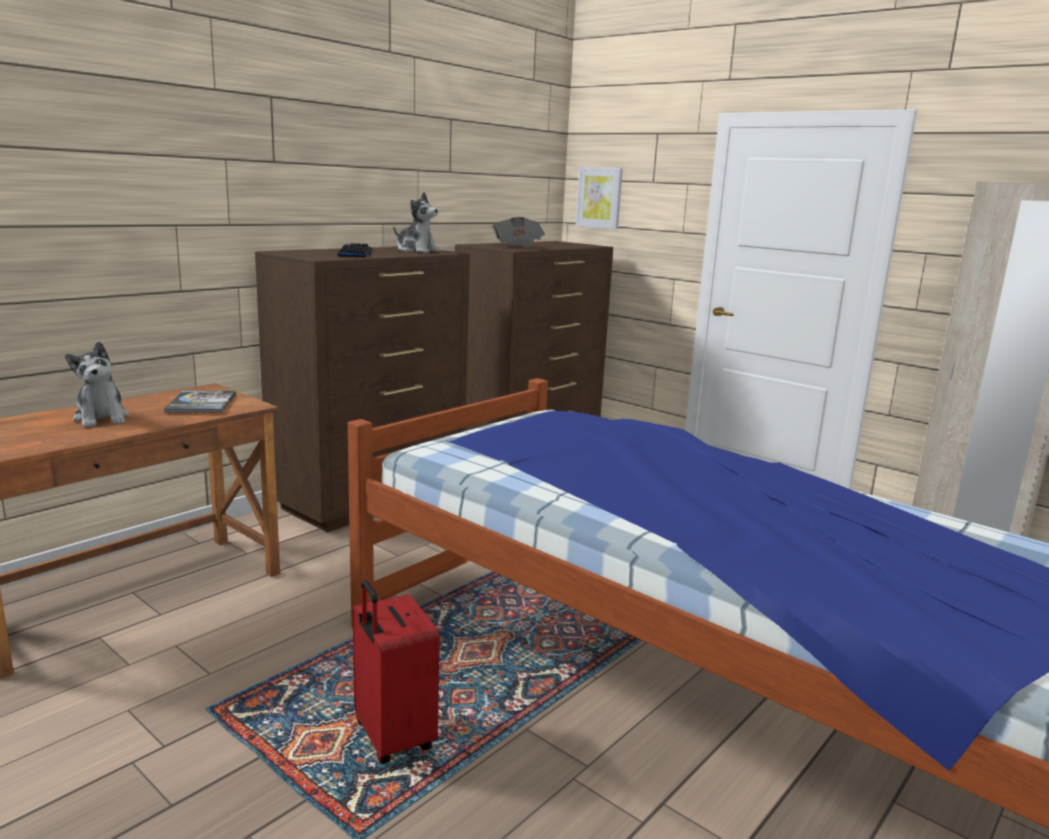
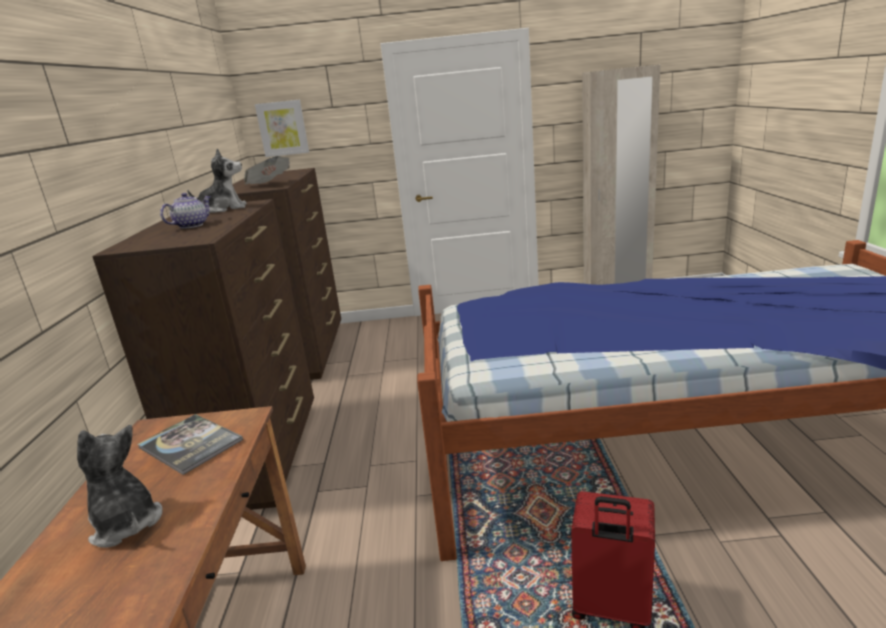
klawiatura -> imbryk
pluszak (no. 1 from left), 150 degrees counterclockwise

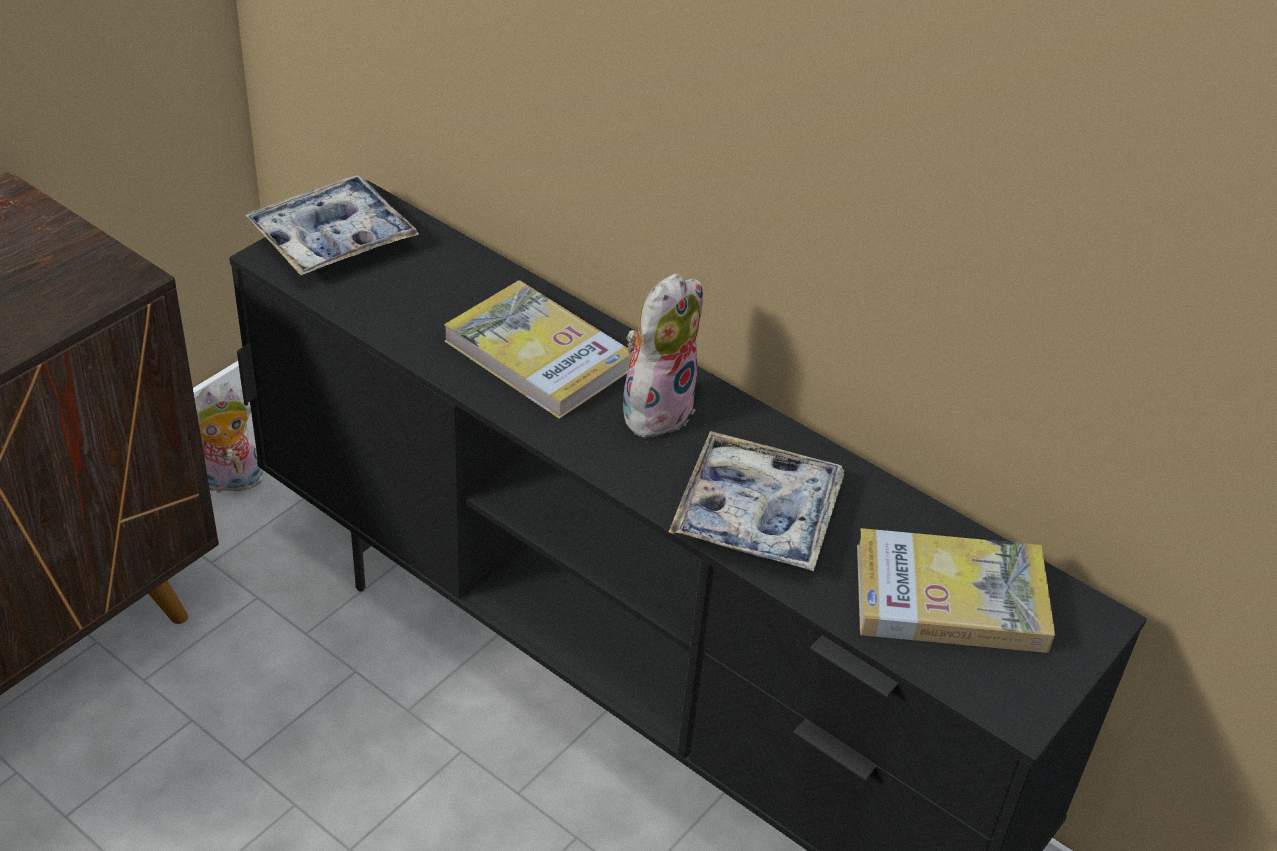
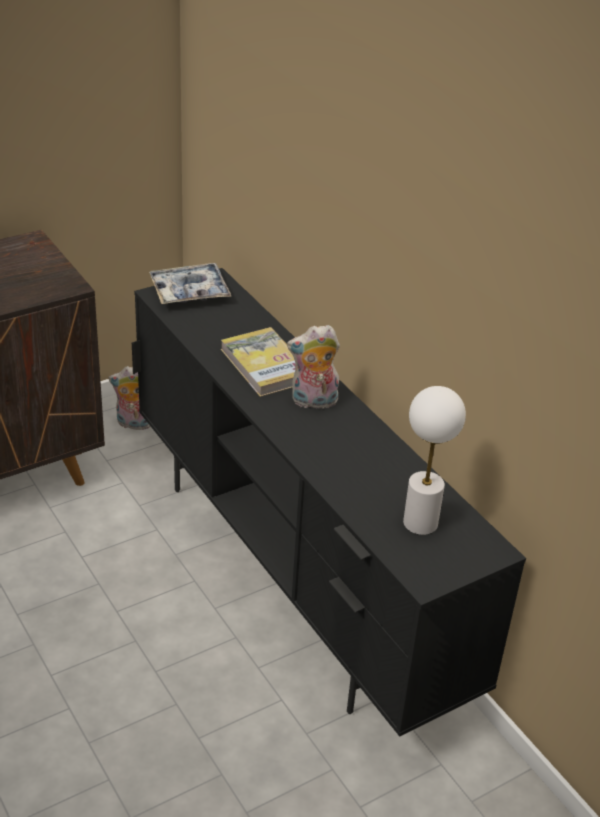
taca (no. 2 from left) -> none
książka (no. 2 from left) -> lampa stołowa (biały)
pluszak (no. 2 from left), 150 degrees counterclockwise

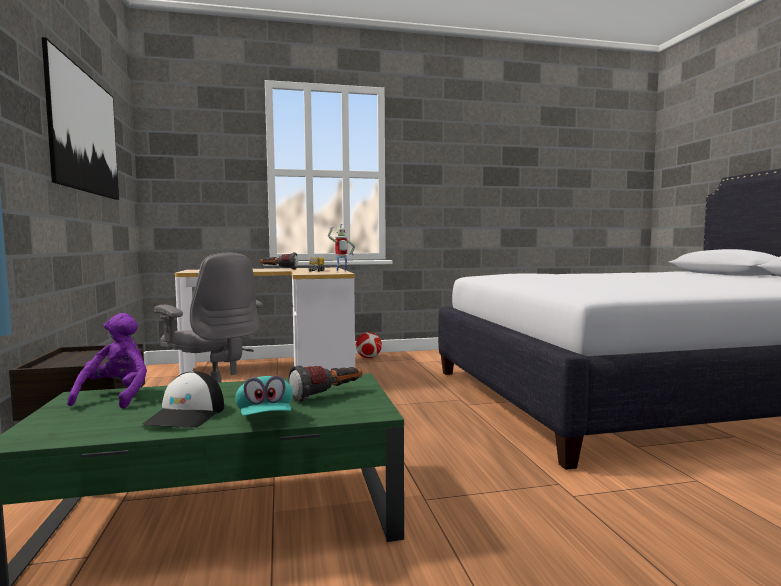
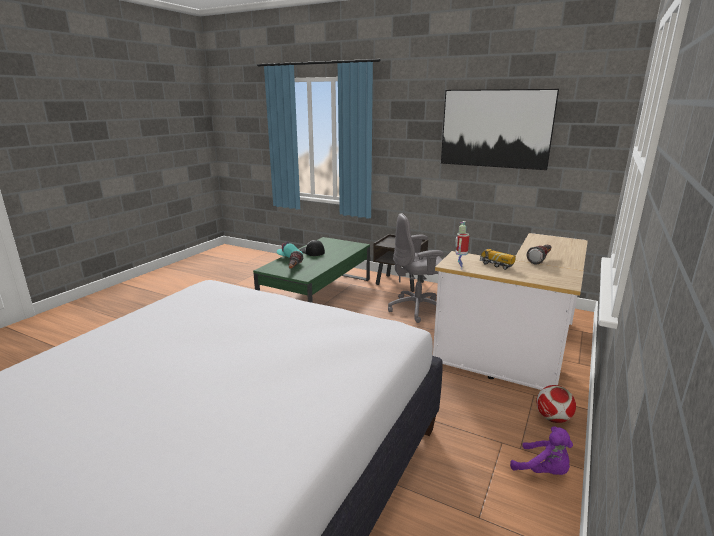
pluszak (fioletowy), relocated

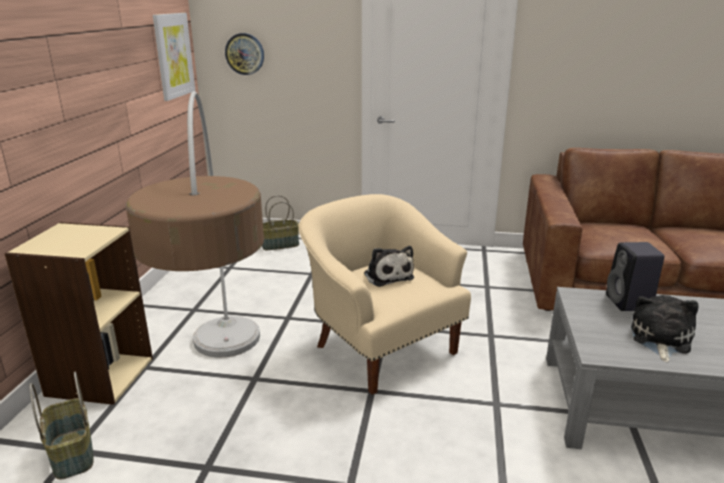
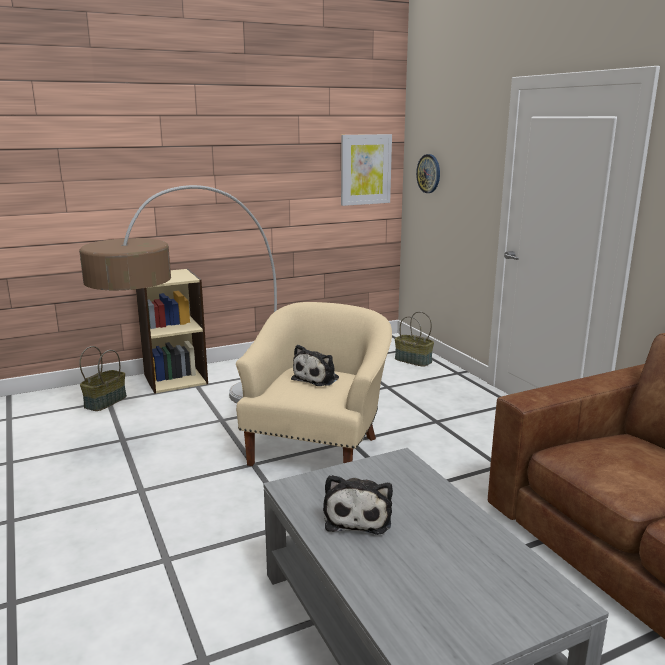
głośnik (czarny) -> none
pluszak (no. 2 from left), 105 degrees clockwise

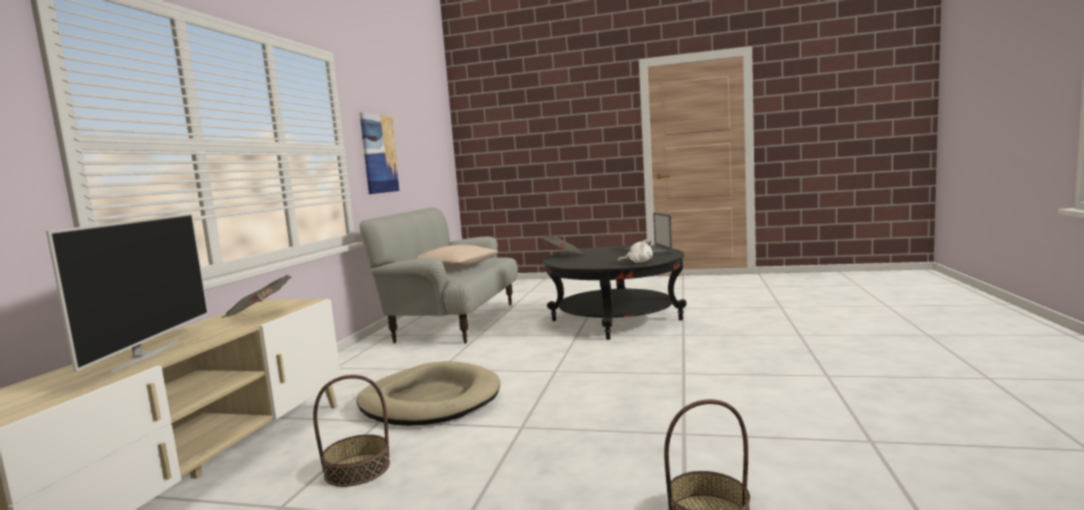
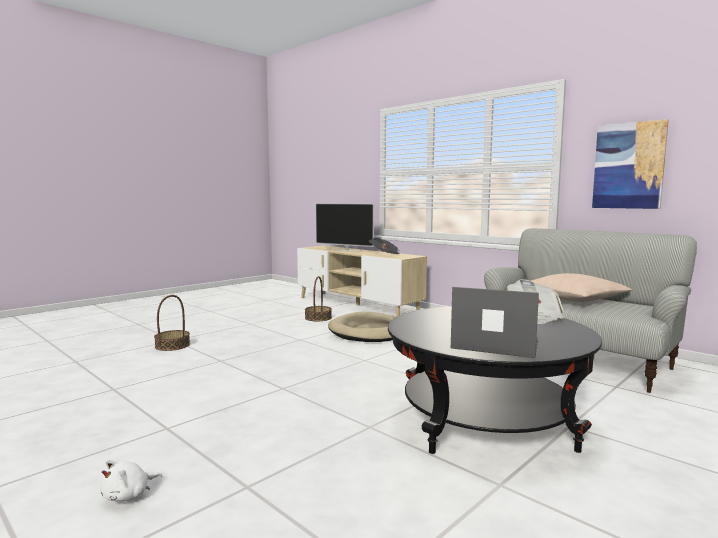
pluszak (biały), relocated

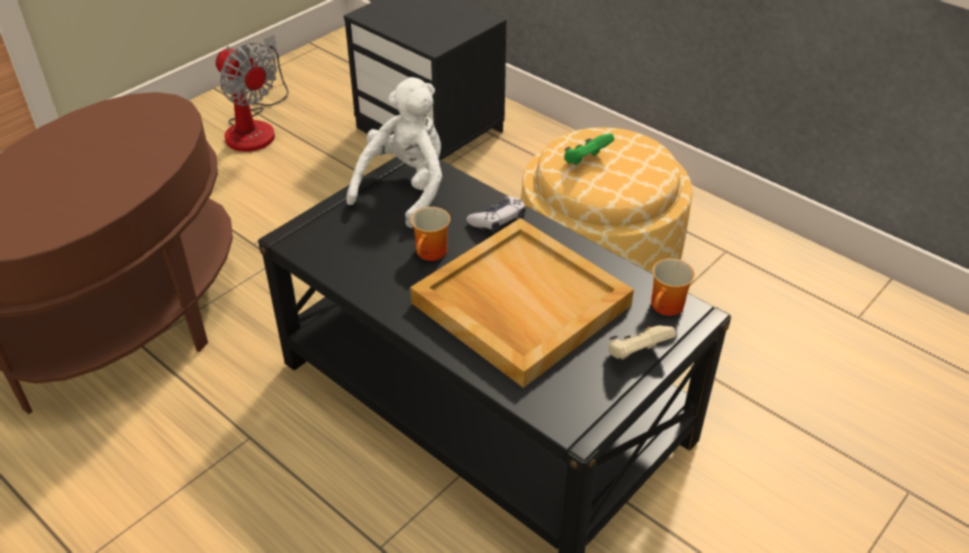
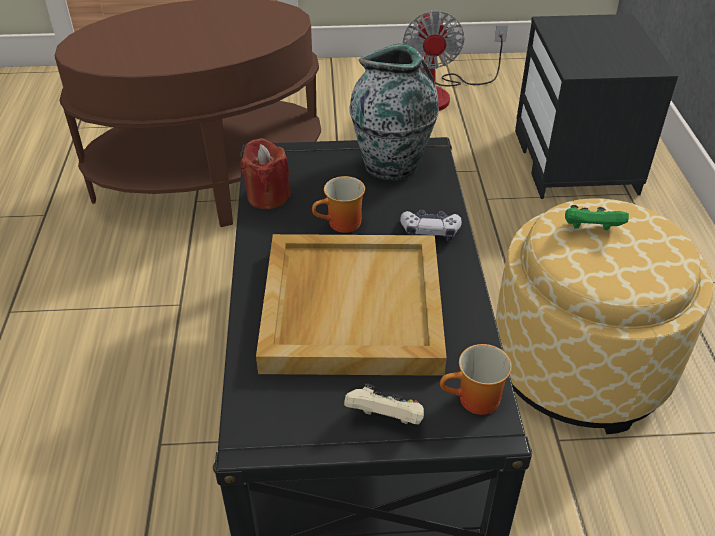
none -> świeca (czerwony)
pluszak (biały) -> wazon

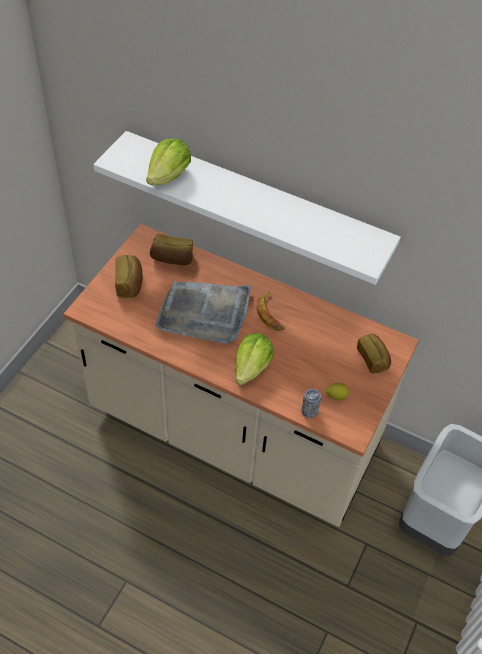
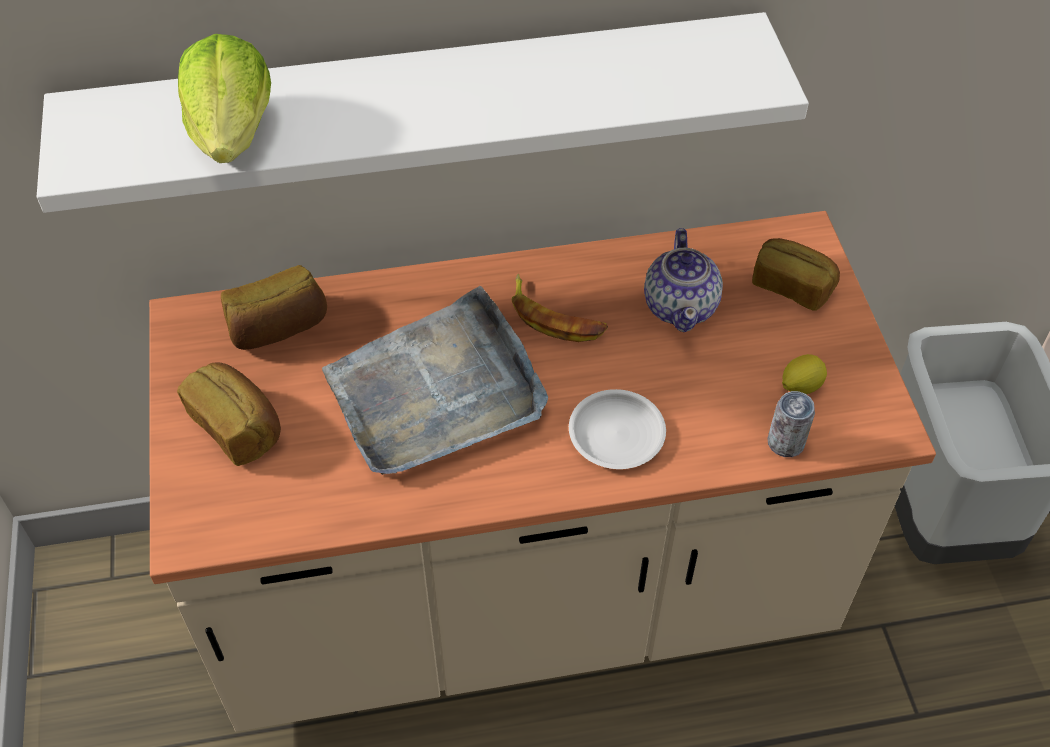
none -> imbryk
sałata (no. 2 from left) -> talerz (biały)

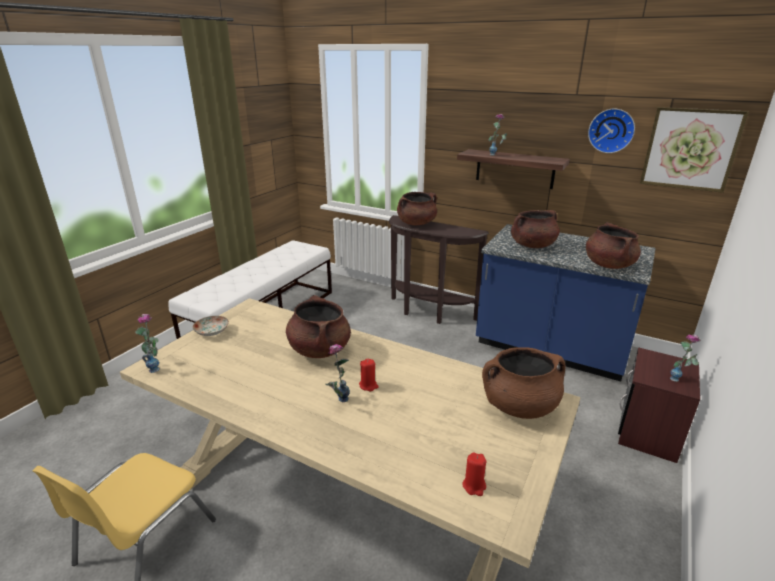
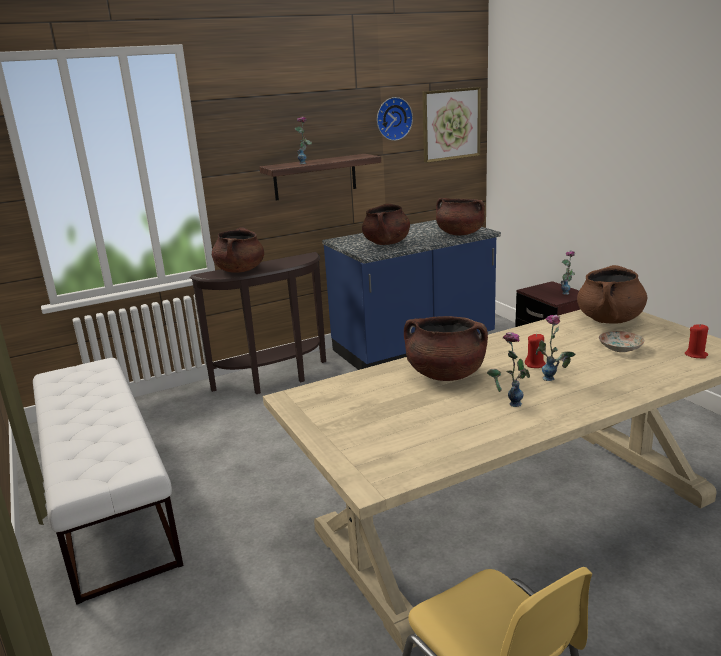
wazon (no. 1 from left in the first image) -> wazon (no. 2 from left), relocated
talerz, relocated

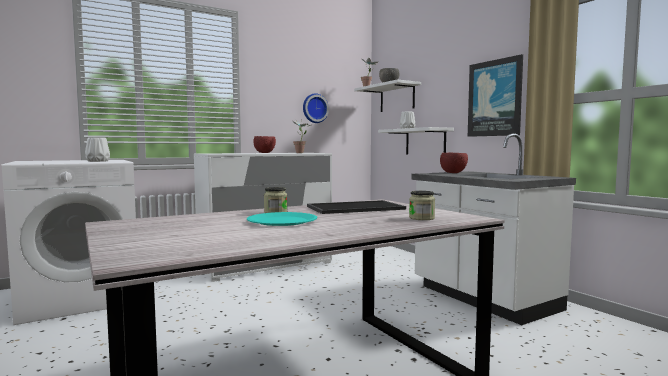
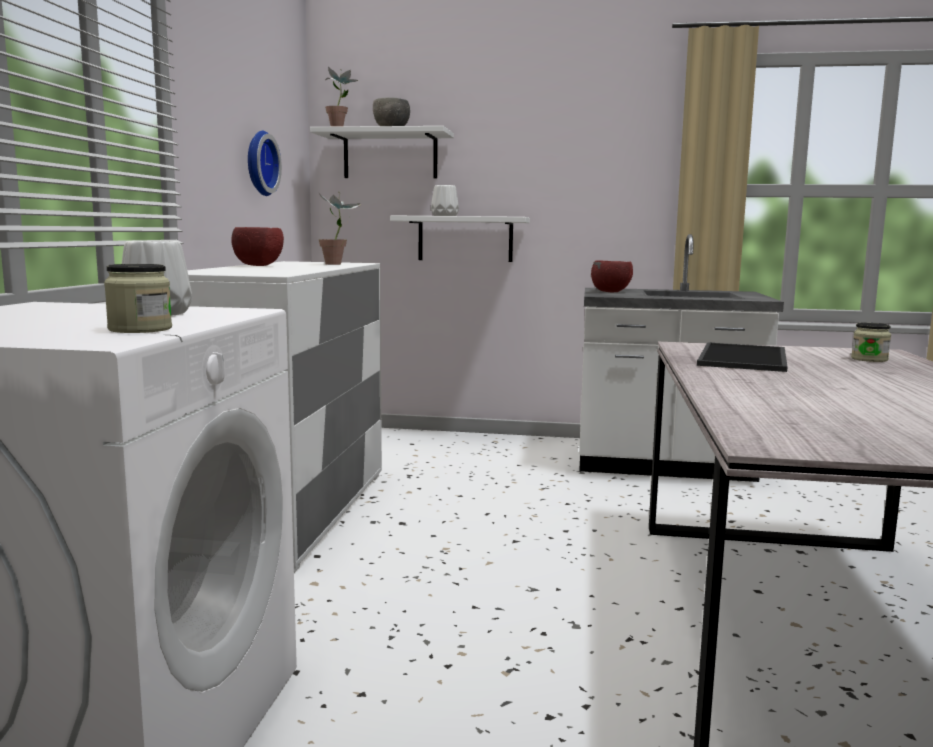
talerz (turkusowy) -> none
obraz -> none
słoik (no. 1 from left), relocated

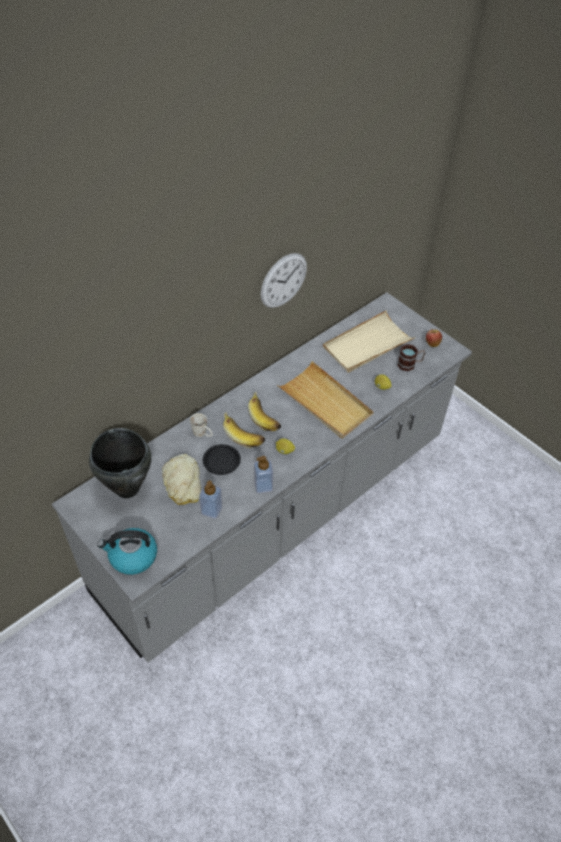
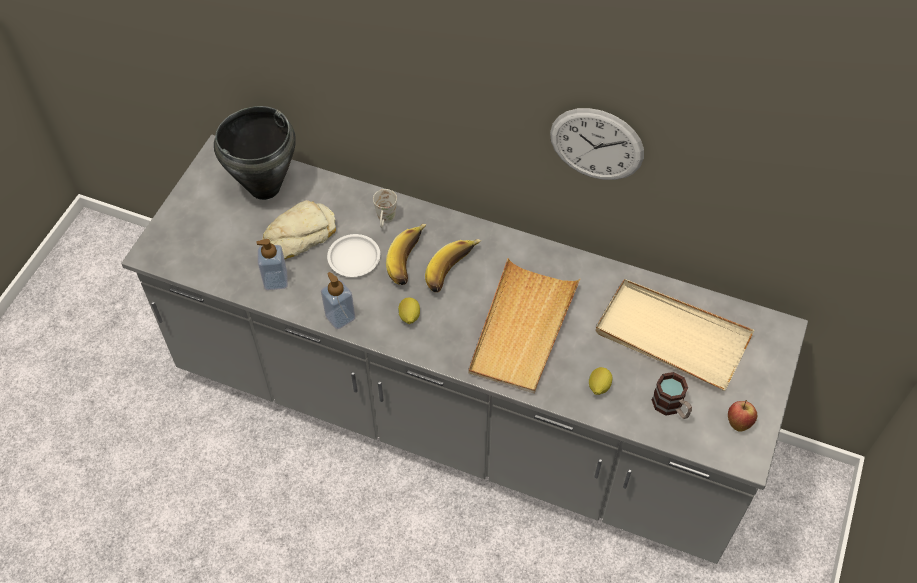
czajnik -> none
talerz (czarny) -> talerz (biały)

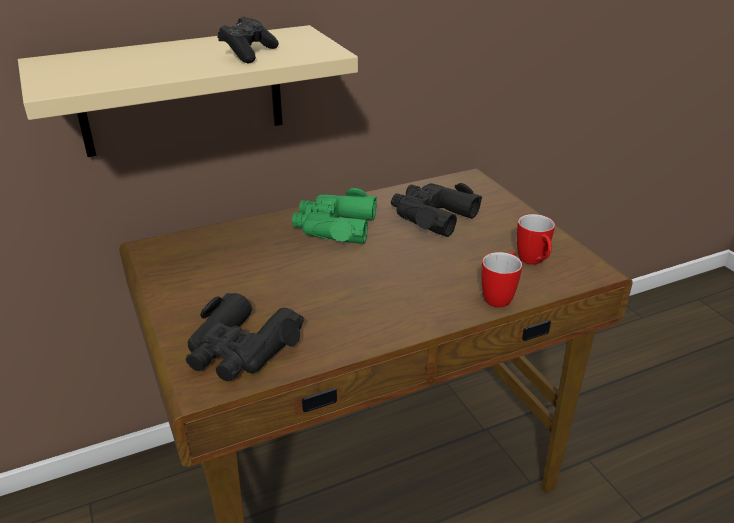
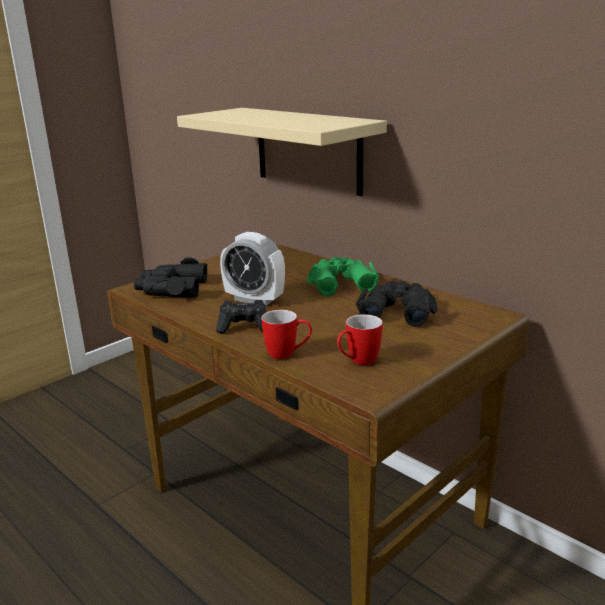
none -> budzik
pad do gier (czarny), relocated

